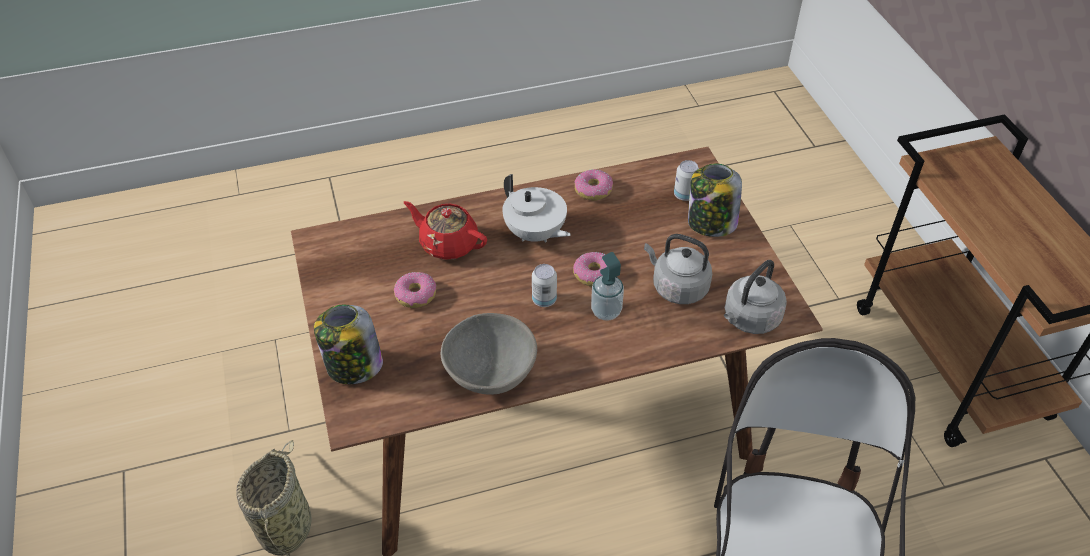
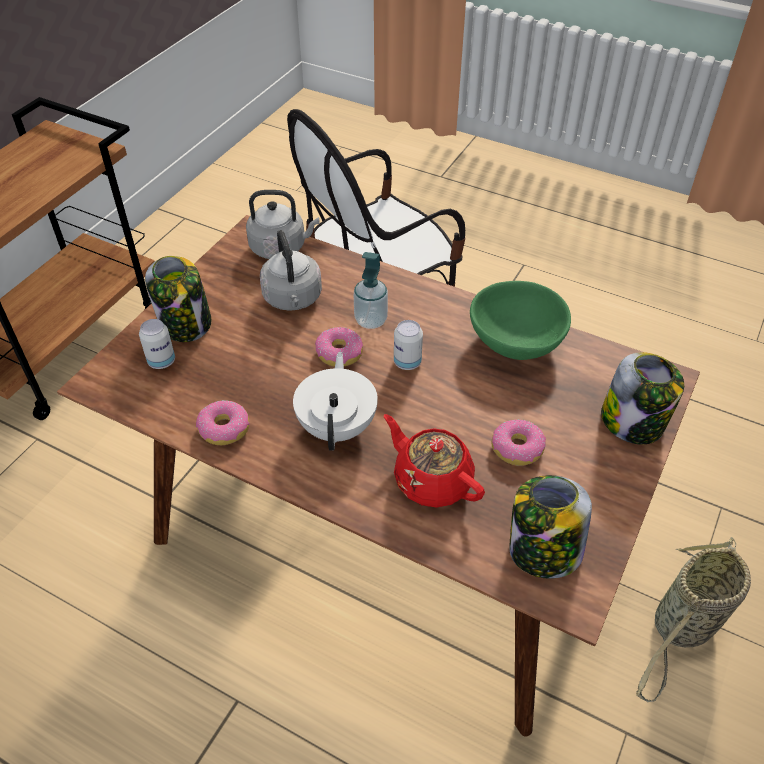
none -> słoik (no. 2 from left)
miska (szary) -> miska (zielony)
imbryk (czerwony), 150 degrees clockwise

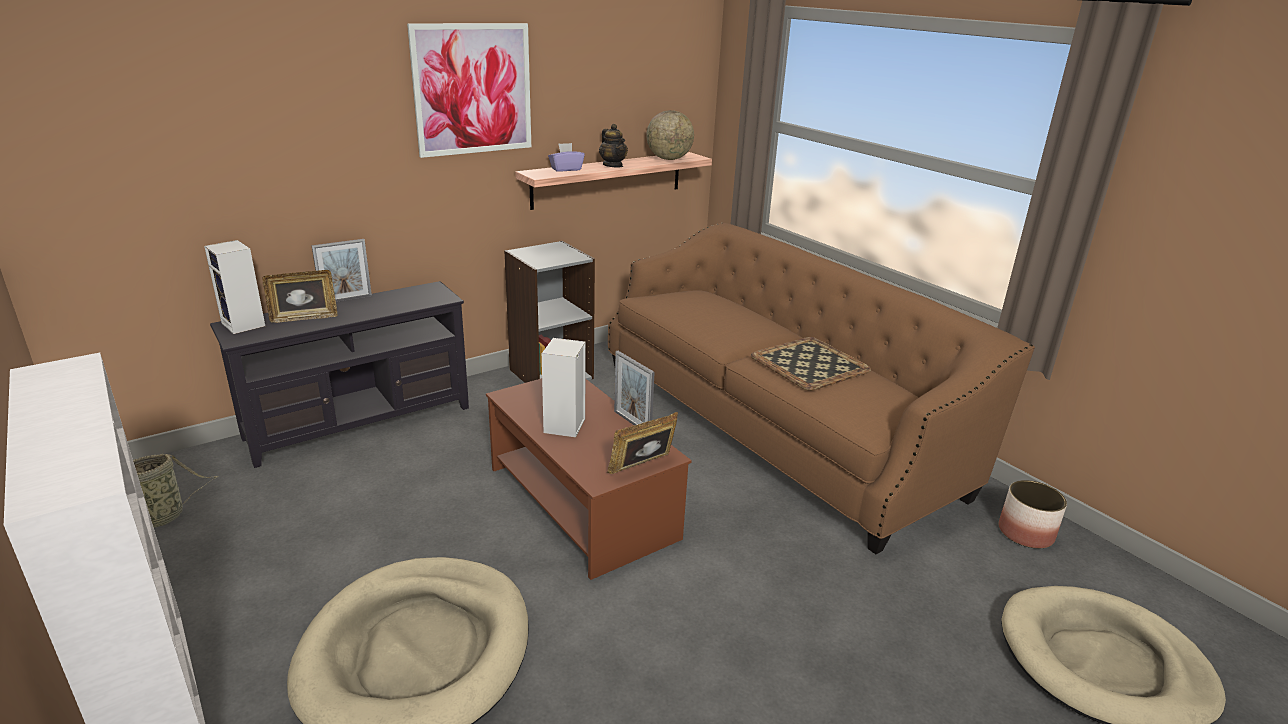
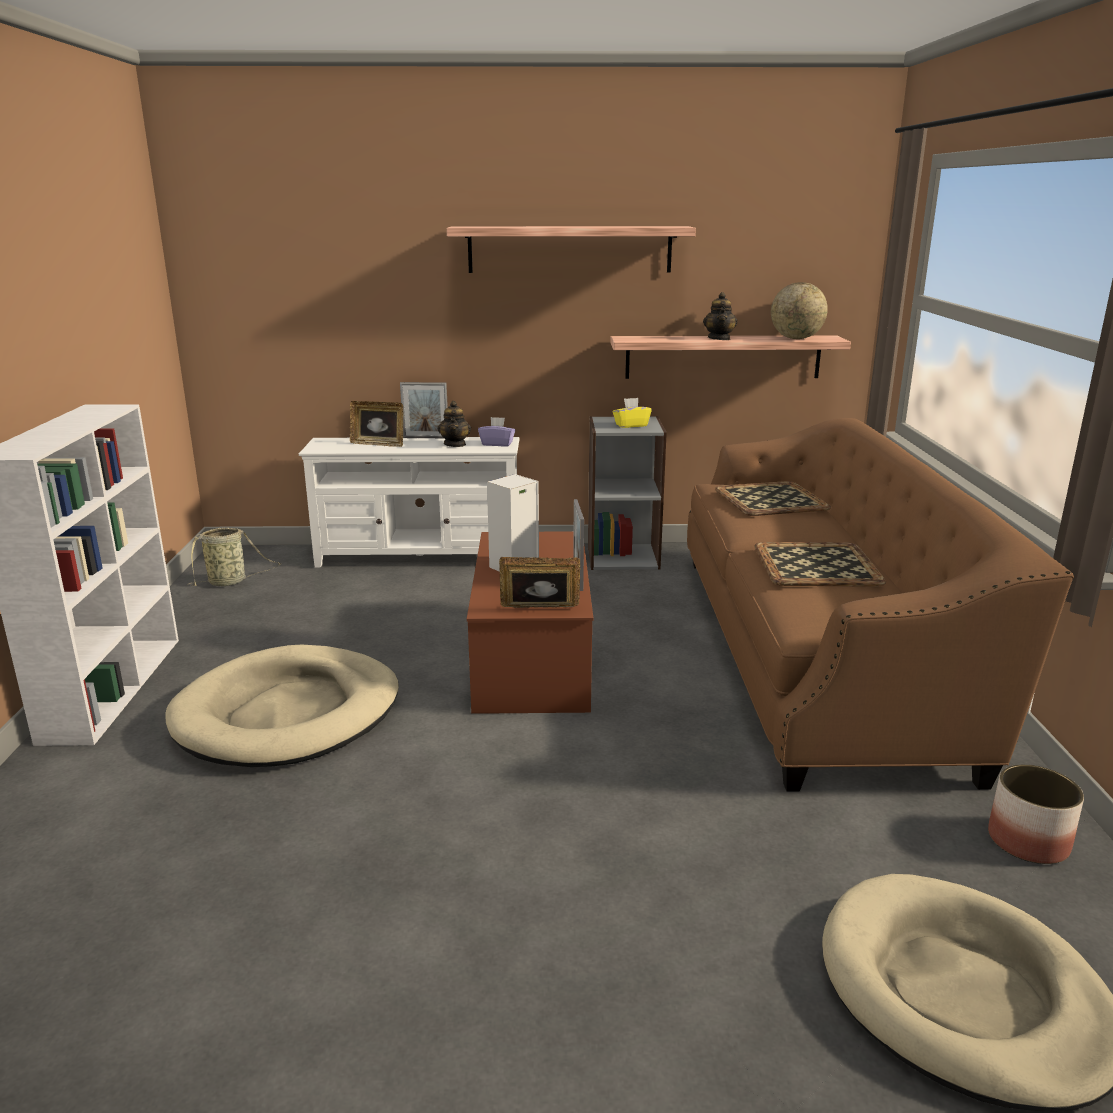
głośnik (no. 1 from left) -> none
none -> imbryk (no. 1 from left)
none -> pudełko chusteczek (żółty)
none -> taca (no. 1 from left)
pudełko chusteczek (fioletowy), relocated
obraz -> półka (no. 1 from left)
szafka pod telewizor (czarny) -> szafka pod telewizor (biały)

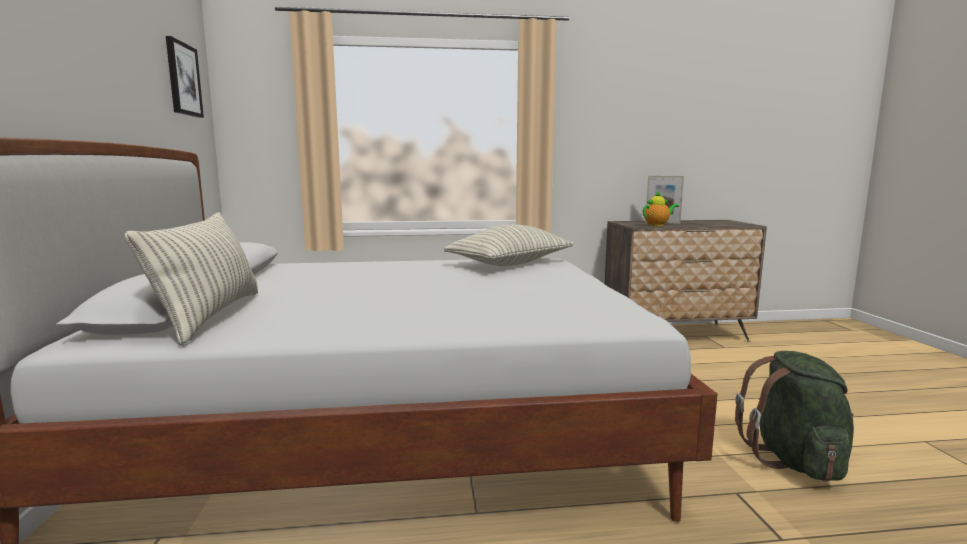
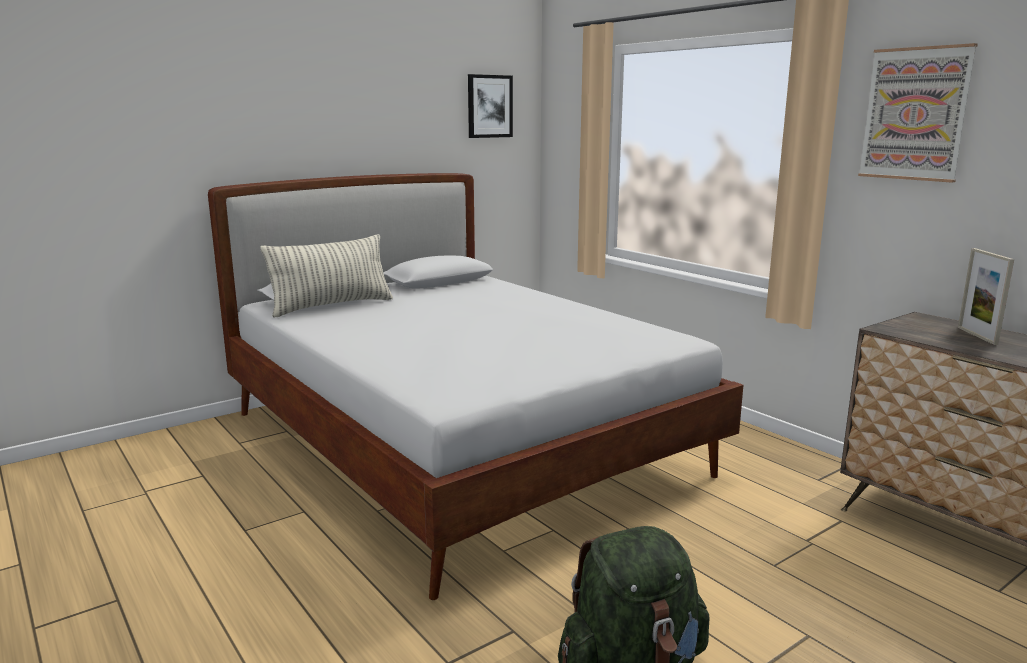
poduszka (no. 2 from left) -> none
imbryk -> none
none -> obraz (no. 2 from left)

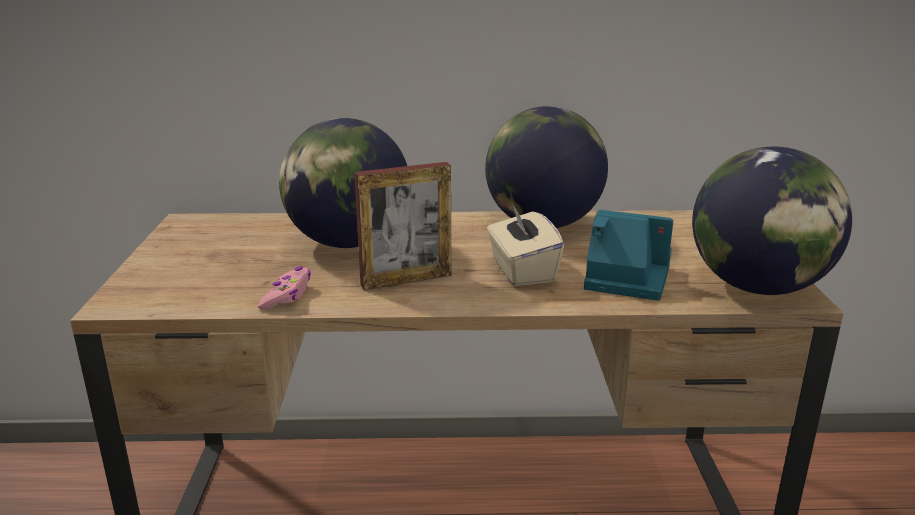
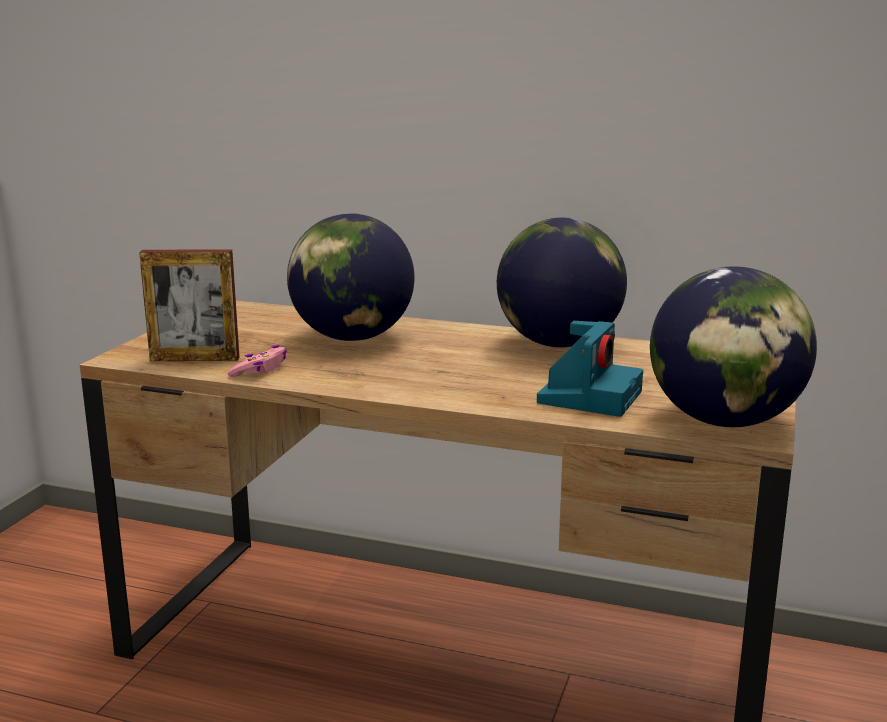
pudełko chusteczek (beżowy) -> none
ramka na zdjęcie, relocated
aparat fotograficzny, 75 degrees clockwise

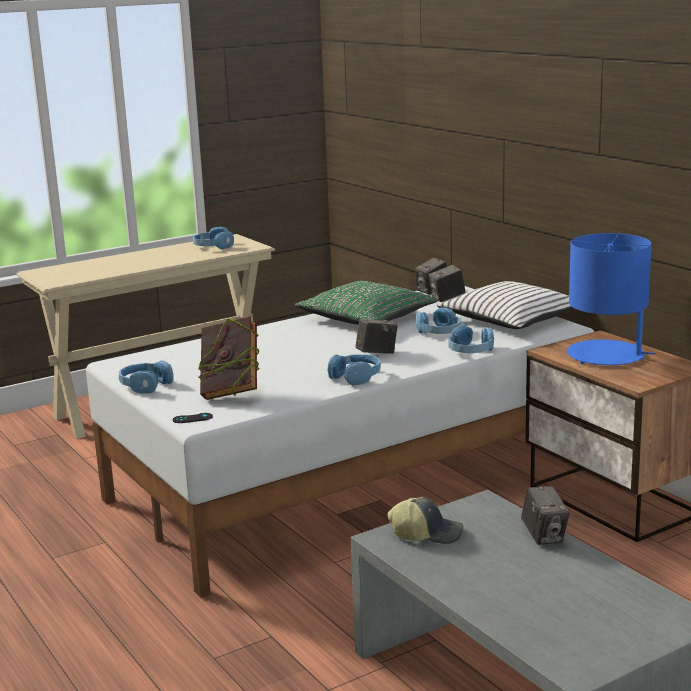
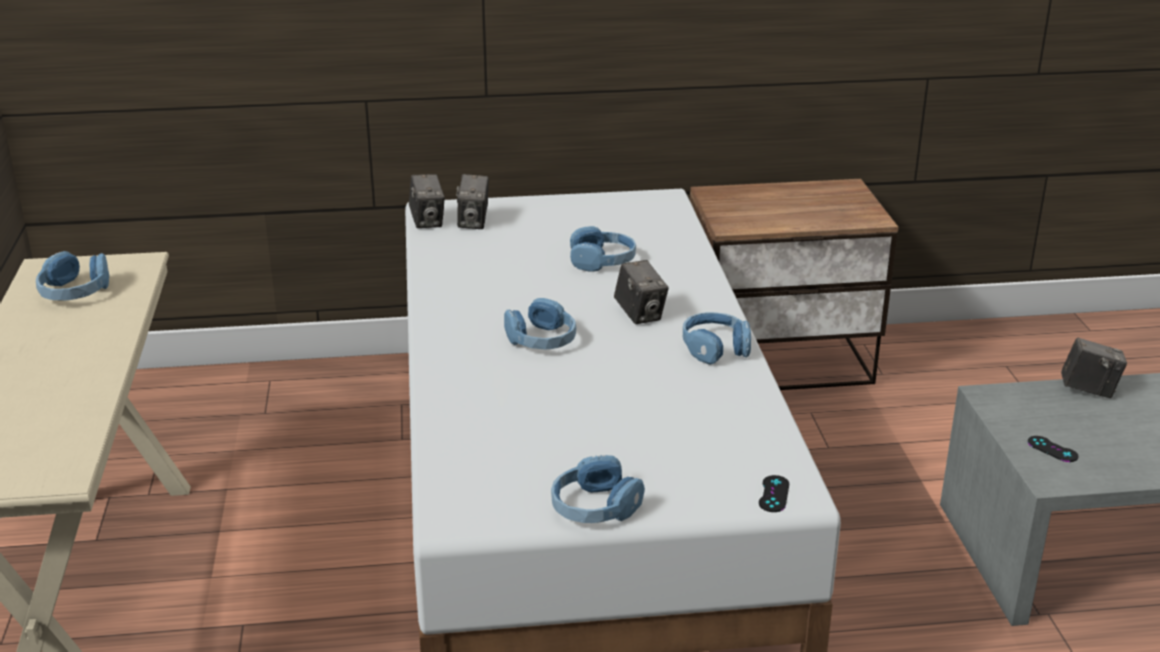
książka -> none
poduszka (zielony) -> none
poduszka (biały) -> none
lampa stołowa (niebieski) -> none
słuchawki (niebieski) (no. 5 from left in the first image) -> słuchawki (niebieski) (no. 2 from left), relocated
czapka z daszkiem -> pad do gier (czarny) (no. 2 from left)
aparat fotograficzny (no. 1 from left in the first image) -> aparat fotograficzny (no. 3 from left), 150 degrees clockwise

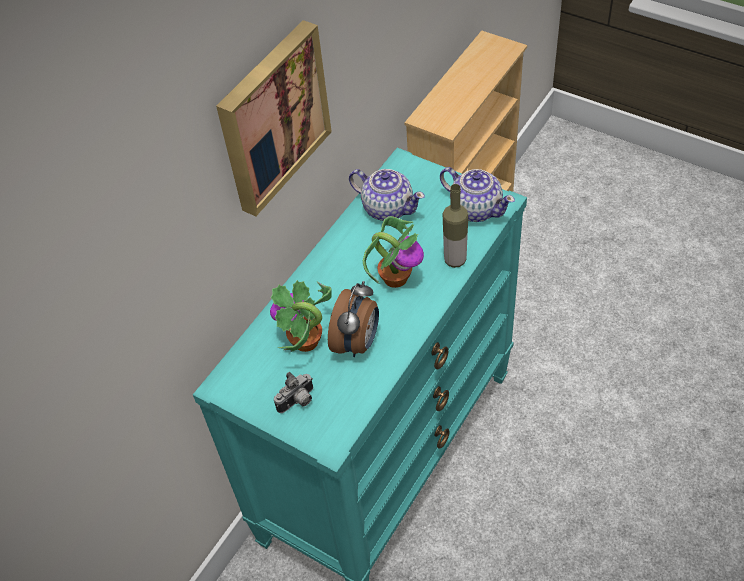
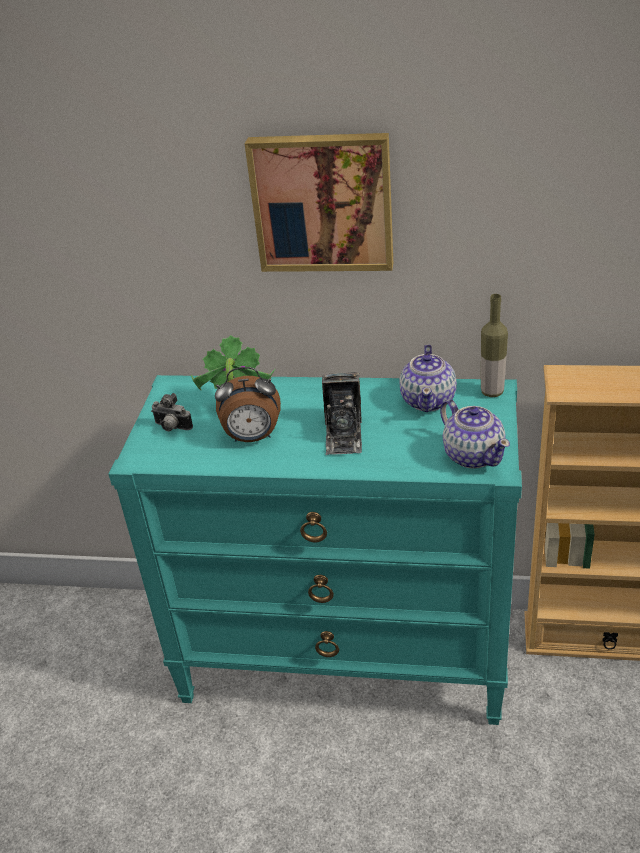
butelka, relocated
roślina doniczkowa (no. 2 from left) -> aparat fotograficzny (no. 2 from left)
imbryk (no. 2 from left), 45 degrees counterclockwise

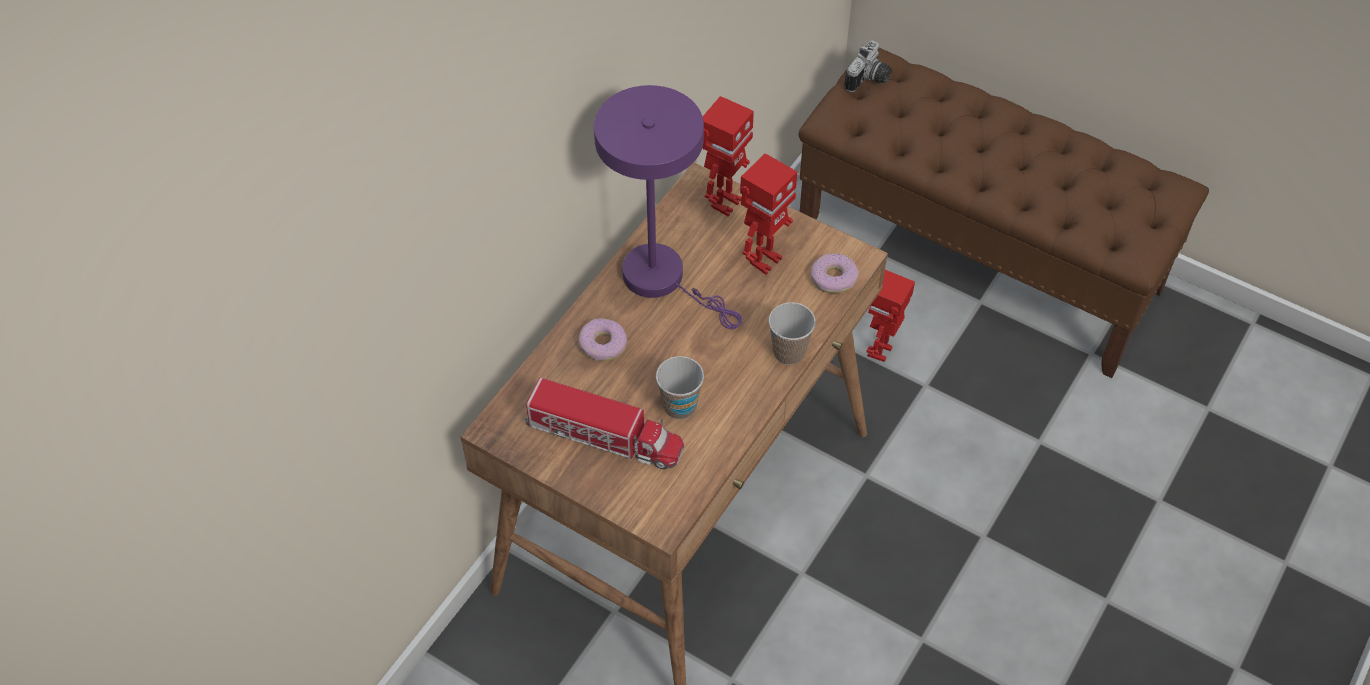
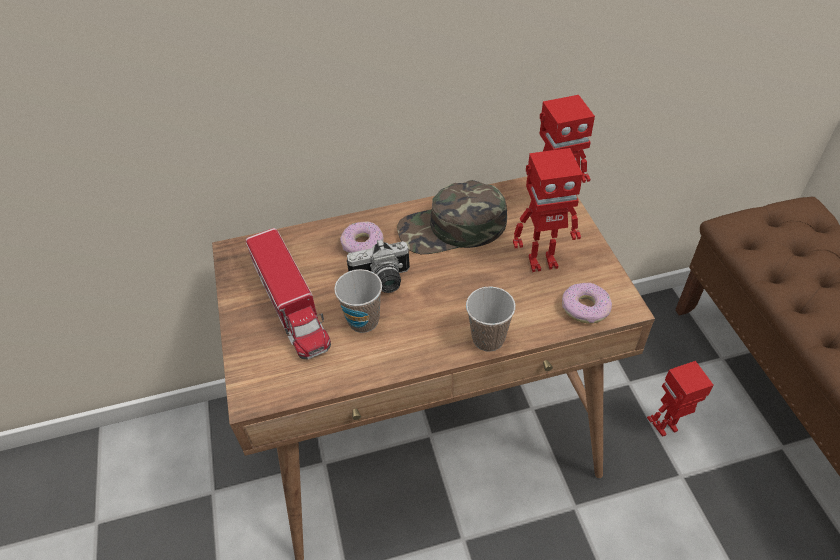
aparat fotograficzny, relocated
lampa stołowa (fioletowy) -> czapka z daszkiem (zielony)

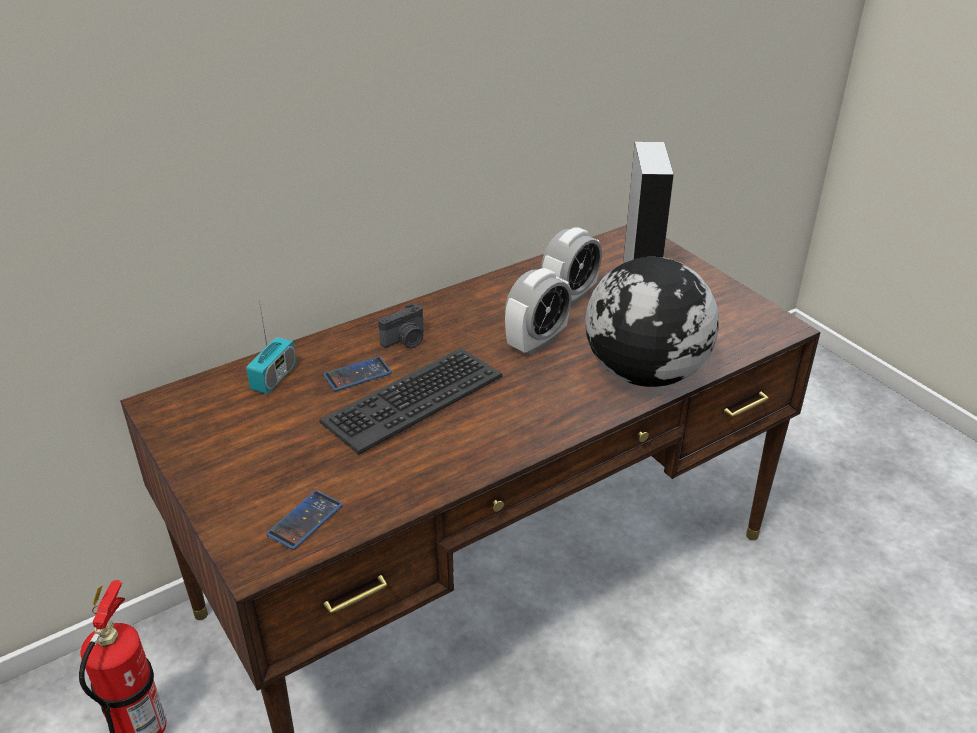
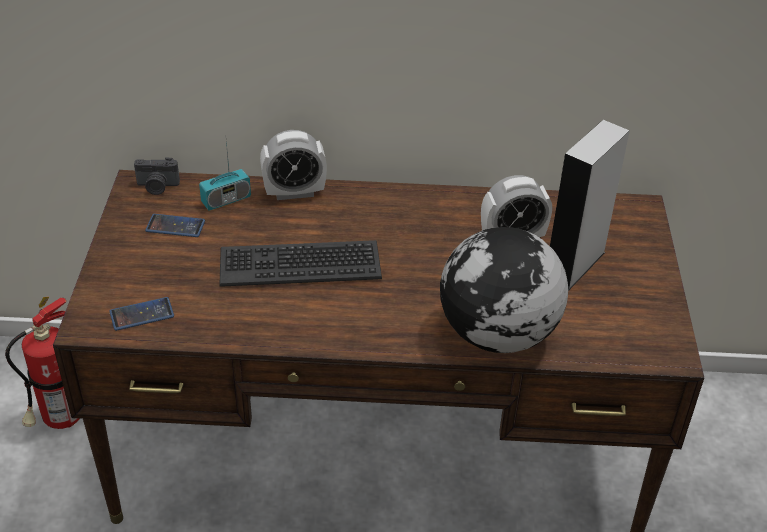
telefon (no. 2 from left), relocated
aparat fotograficzny, relocated
budzik (no. 1 from left), relocated

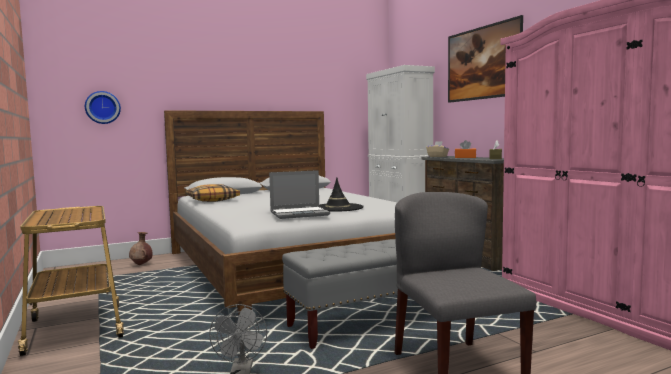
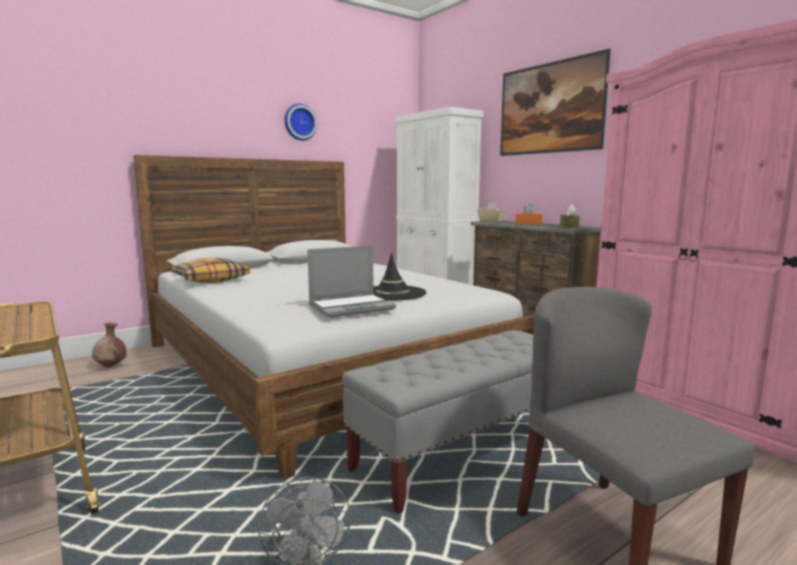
zegar ścienny, relocated

